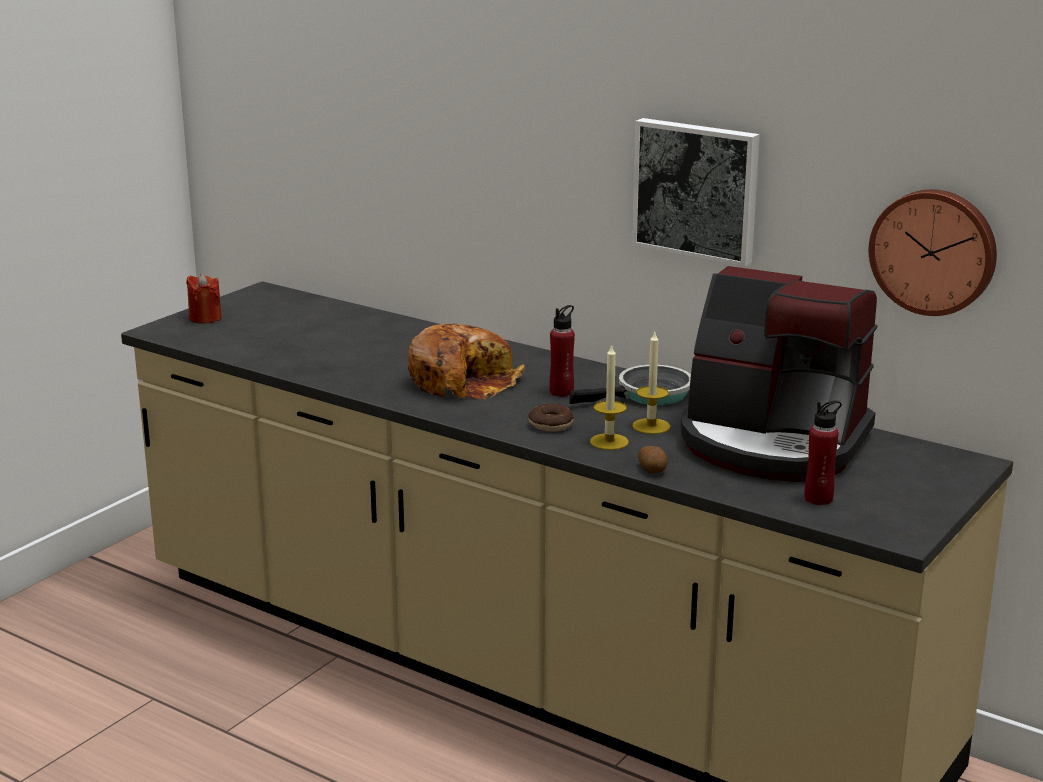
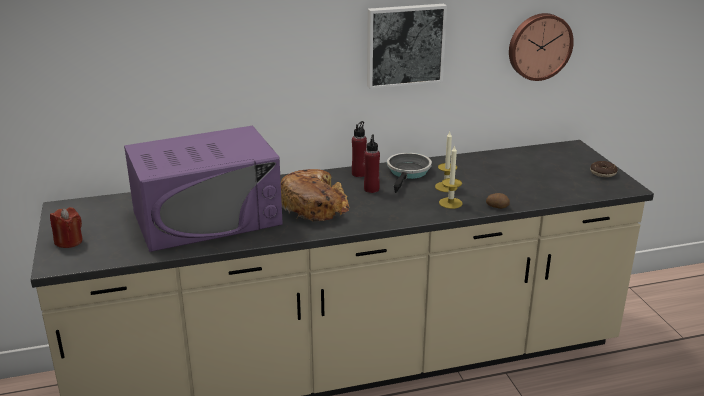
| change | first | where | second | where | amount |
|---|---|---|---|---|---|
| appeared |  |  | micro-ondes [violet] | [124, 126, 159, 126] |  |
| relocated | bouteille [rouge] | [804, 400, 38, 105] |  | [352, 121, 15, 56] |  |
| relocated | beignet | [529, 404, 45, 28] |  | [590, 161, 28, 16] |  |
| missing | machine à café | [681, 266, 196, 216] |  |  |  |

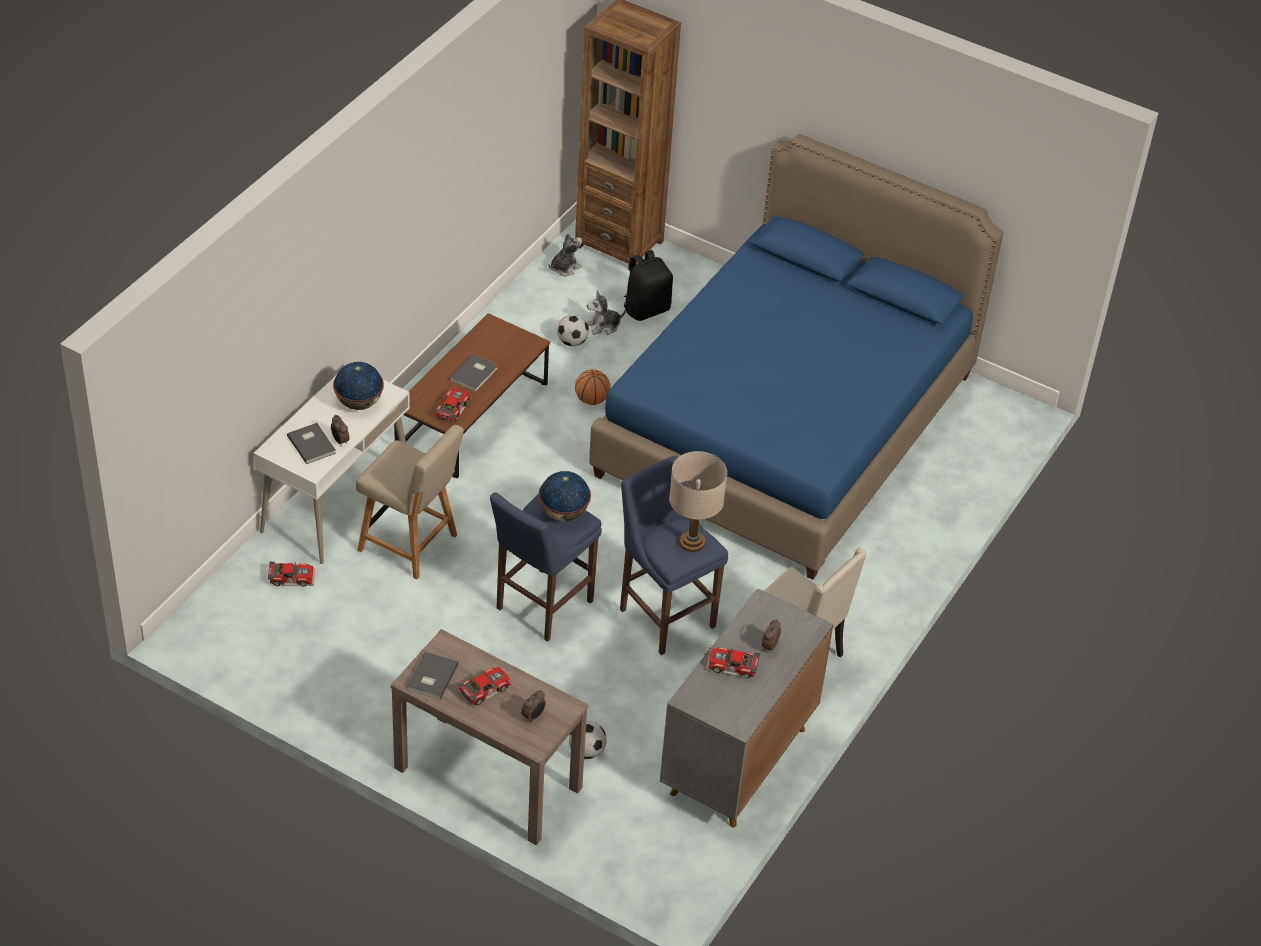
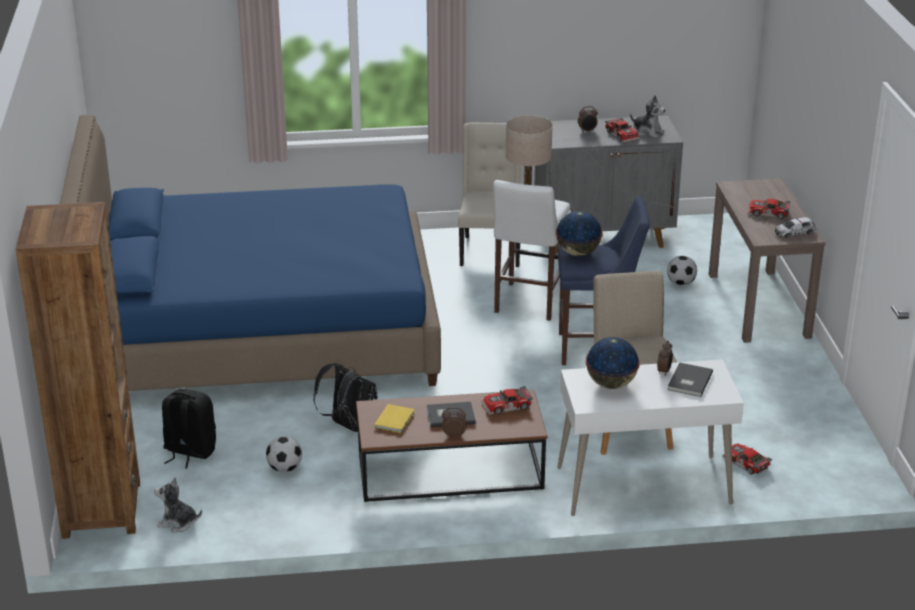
| change | first | where | second | where | amount |
|---|---|---|---|---|---|
| exchanged | ballon de basket | [575, 369, 35, 36] | sac à dos [noir] | [313, 363, 65, 69] |  |
| appeared |  |  | livre [jaune] | [374, 404, 40, 30] |  |
| relocated | réveil | [521, 690, 25, 33] |  | [442, 407, 25, 30] |  |
| colour | tabouret [bleu] | [620, 456, 108, 199] | tabouret [blanc] | [493, 180, 78, 141] |  |
| relocated | peluche | [587, 291, 39, 44] |  | [630, 96, 35, 42] |  |
| exchanged | livre [gris] | [407, 652, 52, 48] | petite voiture | [775, 217, 41, 21] |  |

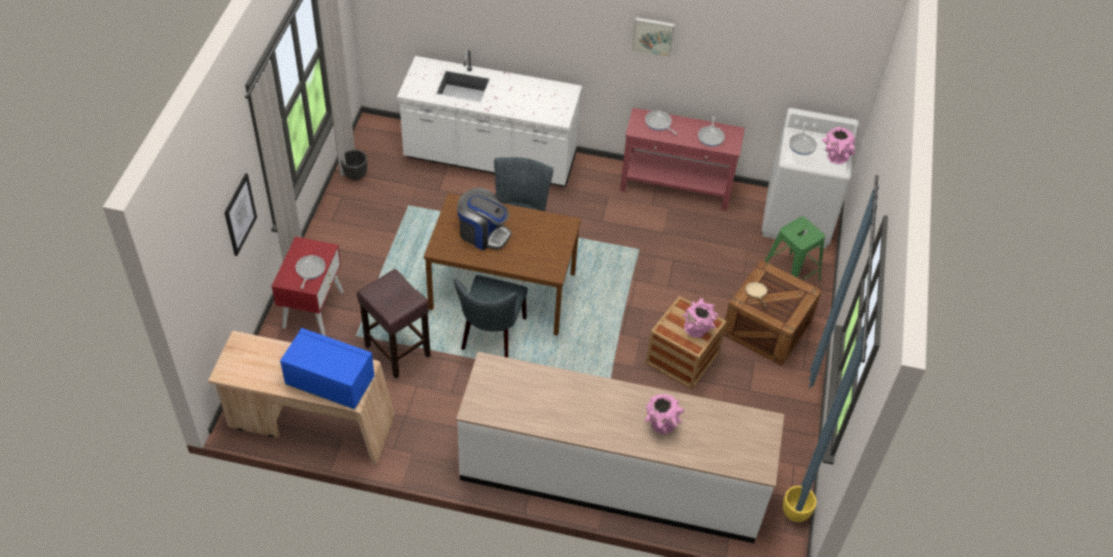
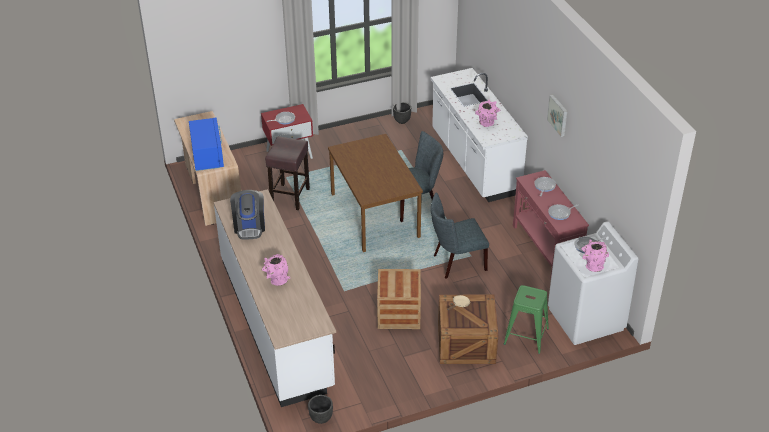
| change | first | where | second | where | amount |
|---|---|---|---|---|---|
| relocated | machine à café | [457, 187, 54, 63] |  | [230, 190, 35, 50] |  |
| colour | cache-pot [jaune] | [783, 486, 34, 36] | cache-pot [noir] | [308, 395, 25, 29] |  |
| relocated | chaise [gris] | [454, 275, 74, 83] |  | [431, 192, 58, 87] |  |
| relocated | vase [rose] | [683, 298, 35, 40] |  | [475, 100, 25, 27] |  |
| missing | tableau | [224, 173, 33, 83] |  |  |  |

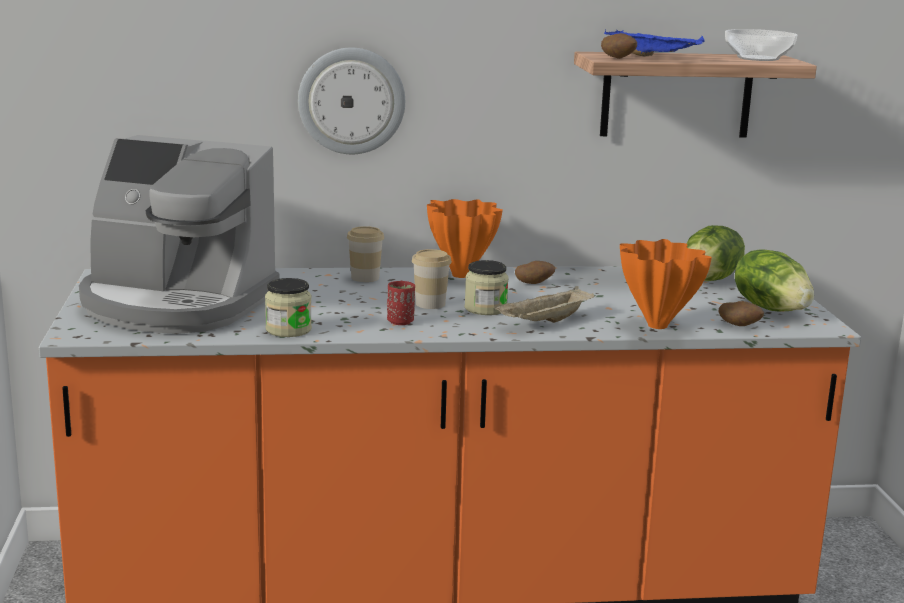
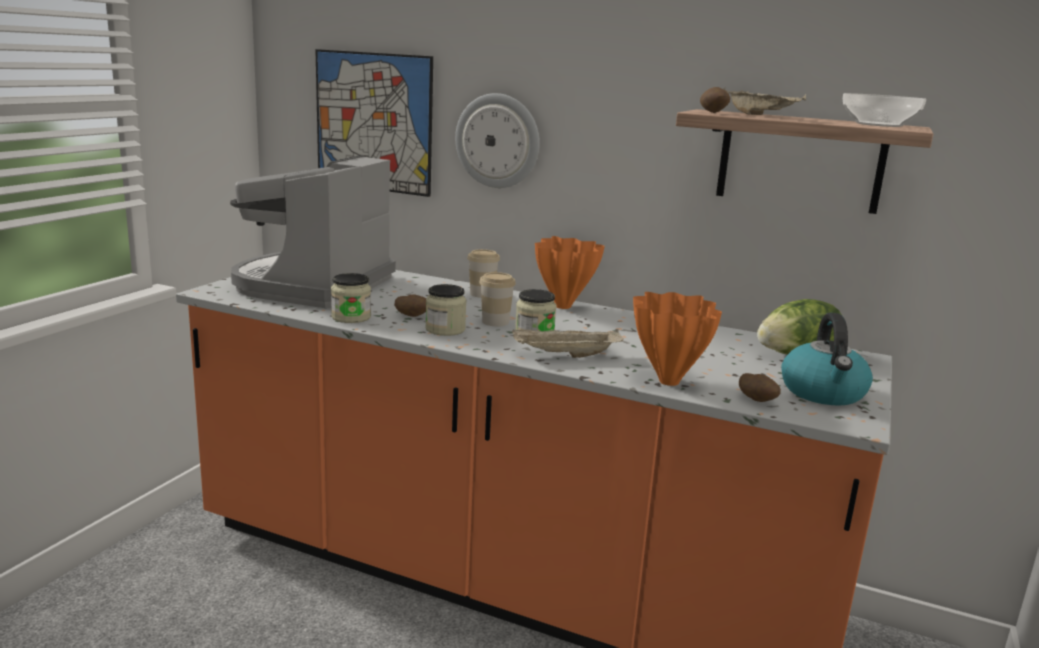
| change | first | where | second | where | amount |
|---|---|---|---|---|---|
| spun | machine à café | [79, 135, 201, 199] |  | [230, 155, 166, 153] | 60 degrees clockwise |
| appeared |  |  | tableau | [315, 49, 118, 148] |  |
| relocated | pomme de terre | [515, 261, 40, 23] |  | [395, 294, 31, 23] |  |
| exchanged | tasse [rouge] | [387, 281, 28, 44] | bocal | [425, 284, 42, 52] |  |
| colour | plateau [bleu] | [604, 30, 101, 27] | plateau [beige] | [724, 88, 82, 27] |  |
| exchanged | laitue | [735, 249, 79, 62] | bouilloire | [781, 313, 92, 93] |  |

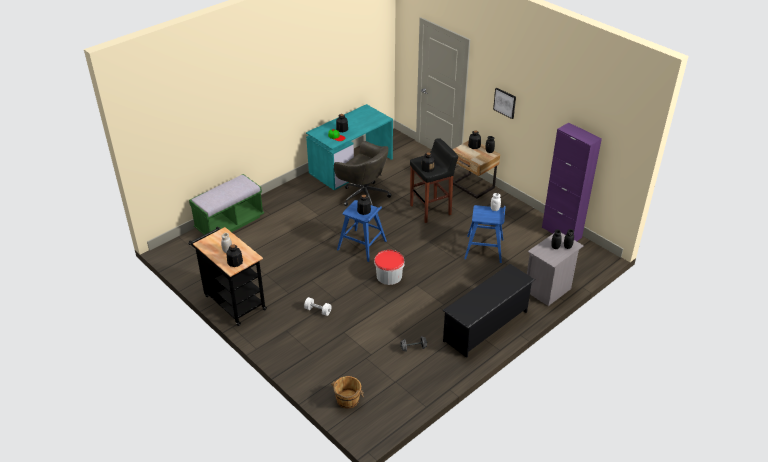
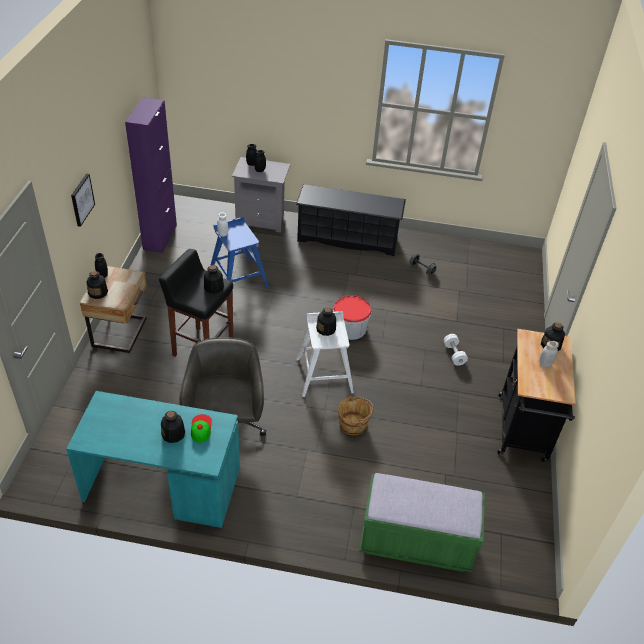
| change | first | where | second | where | amount |
|---|---|---|---|---|---|
| colour | tabouret [bleu] | [337, 200, 50, 62] | tabouret [blanc] | [296, 311, 58, 86] |  |
| relocated | seau [marron] | [331, 376, 33, 32] |  | [338, 396, 36, 39] |  |

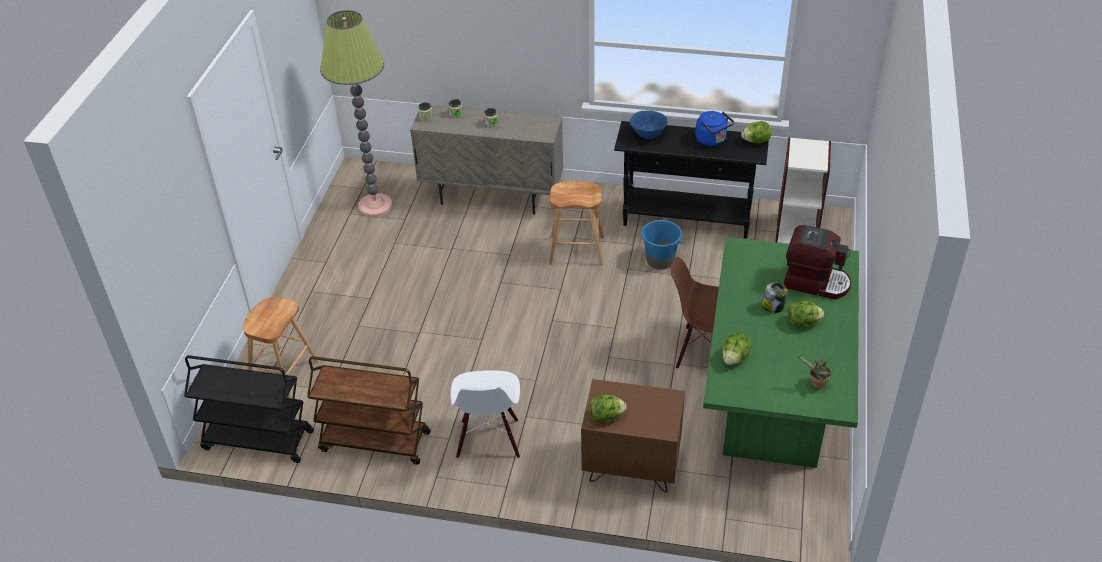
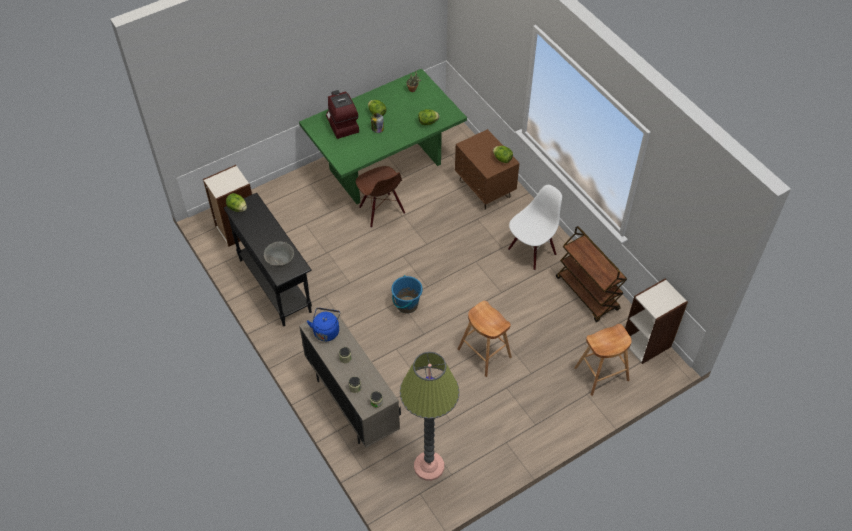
| change | first | where | second | where | amount |
|---|---|---|---|---|---|
| colour | bol [bleu] | [630, 110, 38, 29] | bol [gris] | [264, 242, 30, 26] |  |
| relocated | bouilloire [bleu] | [695, 111, 39, 35] |  | [307, 308, 33, 33] |  |
| relocated | seau [bleu] | [641, 220, 43, 50] |  | [391, 275, 32, 39] |  |
| relocated | tabouret [marron] | [549, 180, 55, 86] |  | [458, 301, 54, 76] |  |
| exchanged | chariot [noir] | [184, 355, 130, 108] | bibliothèque | [625, 279, 63, 85] |  |

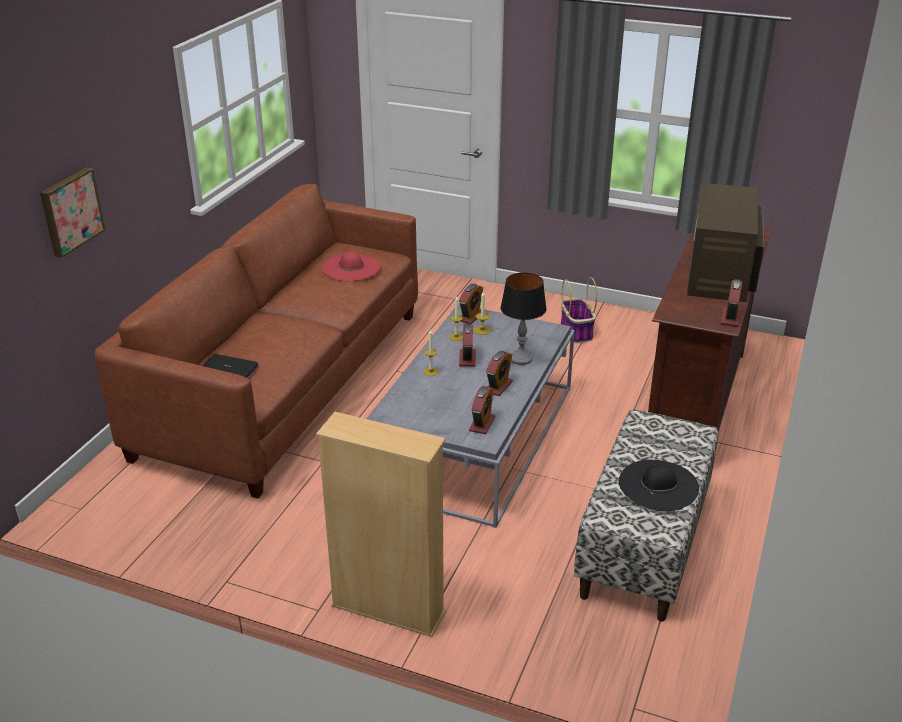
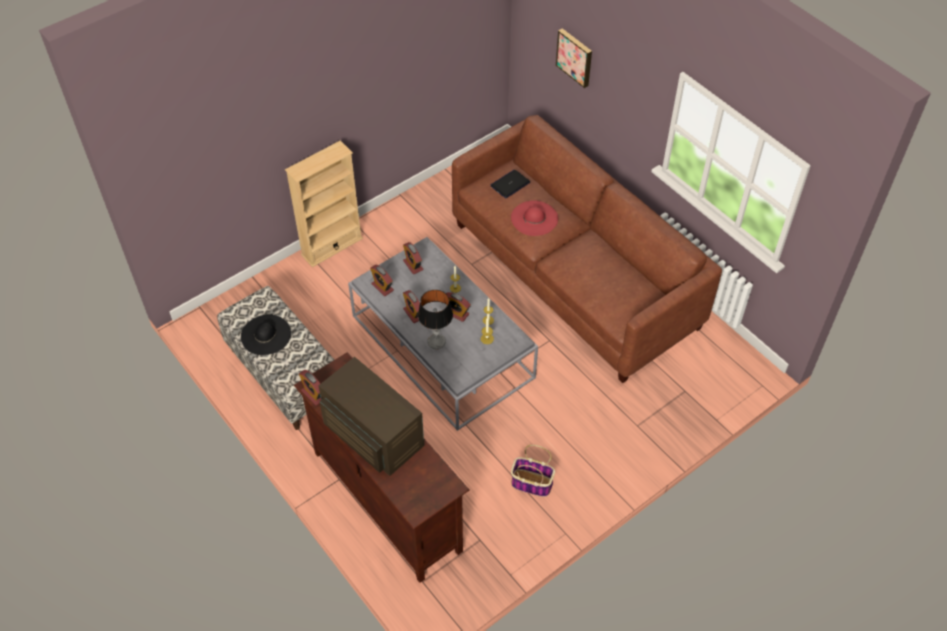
| change | first | where | second | where | amount |
|---|---|---|---|---|---|
| relocated | réveil | [459, 283, 24, 41] |  | [403, 242, 20, 32] |  |
| relocated | chapeau [rouge] | [322, 251, 59, 30] |  | [511, 200, 47, 36] |  |

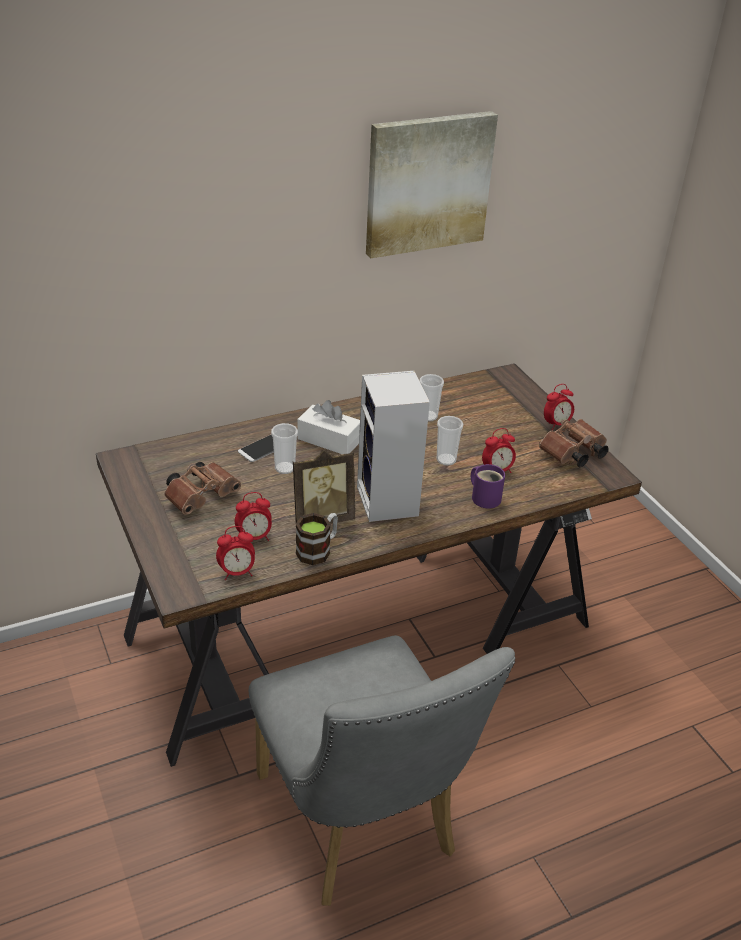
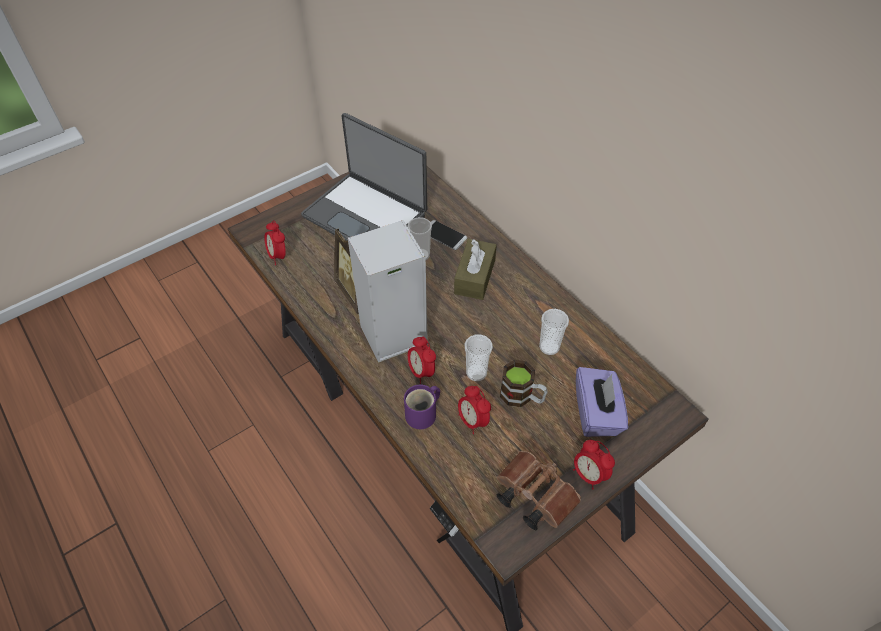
| change | first | where | second | where | amount |
|---|---|---|---|---|---|
| exchanged | jumelles [marron] | [164, 462, 77, 53] | ordinateur portable | [301, 113, 126, 128] |  |
| relocated | réveil | [235, 492, 37, 49] |  | [408, 337, 28, 47] |  |
| colour | boîte à mouchoirs [blanc] | [298, 400, 62, 54] | boîte à mouchoirs [marron] | [454, 239, 43, 61] |  |
| relocated | mug | [296, 513, 42, 52] |  | [500, 360, 48, 47] |  |
| appeared |  |  | boîte à mouchoirs [violet] | [576, 367, 52, 70] |  |
| missing | chaise [gris] | [248, 635, 267, 271] |  |  |  |
| missing | tableau | [366, 111, 132, 147] |  |  |  |

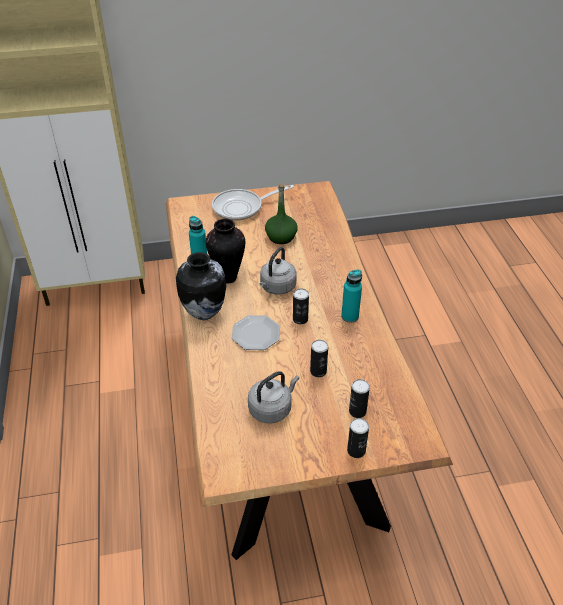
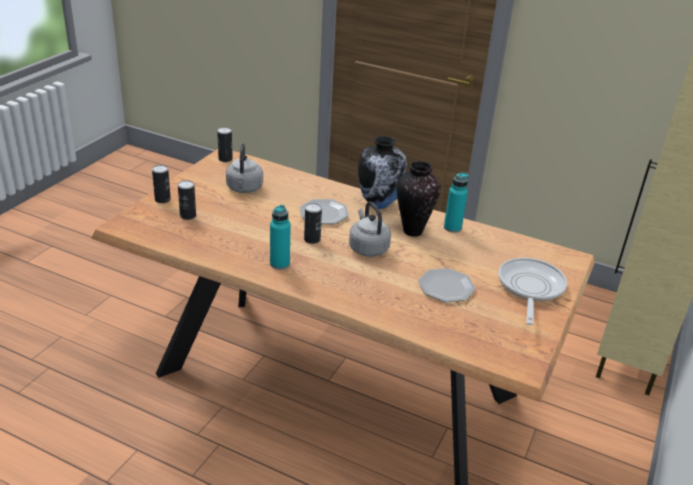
| change | first | where | second | where | amount |
|---|---|---|---|---|---|
| relocated | boîte métallique | [310, 340, 18, 37] |  | [217, 127, 16, 35] |  |
| exchanged | bouteille [vert] | [265, 183, 33, 61] | assiette | [418, 268, 58, 34] |  |

